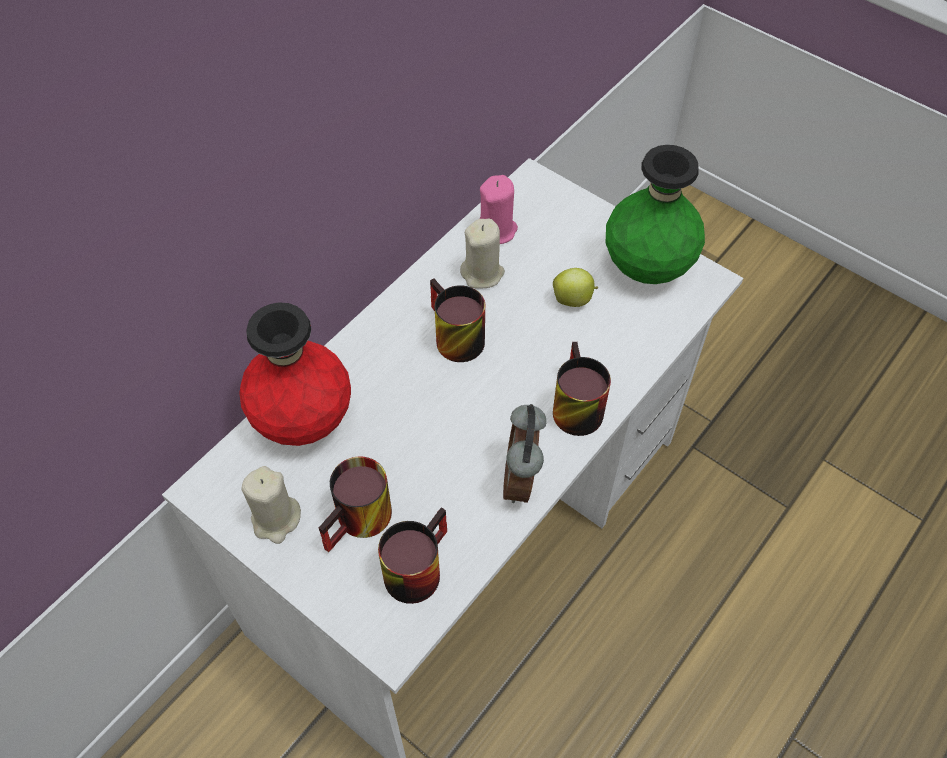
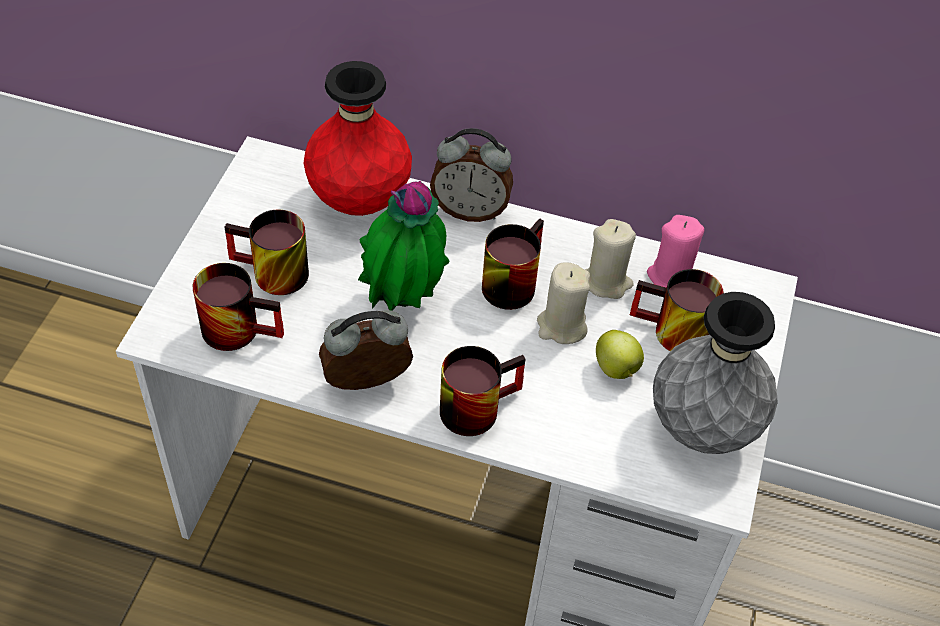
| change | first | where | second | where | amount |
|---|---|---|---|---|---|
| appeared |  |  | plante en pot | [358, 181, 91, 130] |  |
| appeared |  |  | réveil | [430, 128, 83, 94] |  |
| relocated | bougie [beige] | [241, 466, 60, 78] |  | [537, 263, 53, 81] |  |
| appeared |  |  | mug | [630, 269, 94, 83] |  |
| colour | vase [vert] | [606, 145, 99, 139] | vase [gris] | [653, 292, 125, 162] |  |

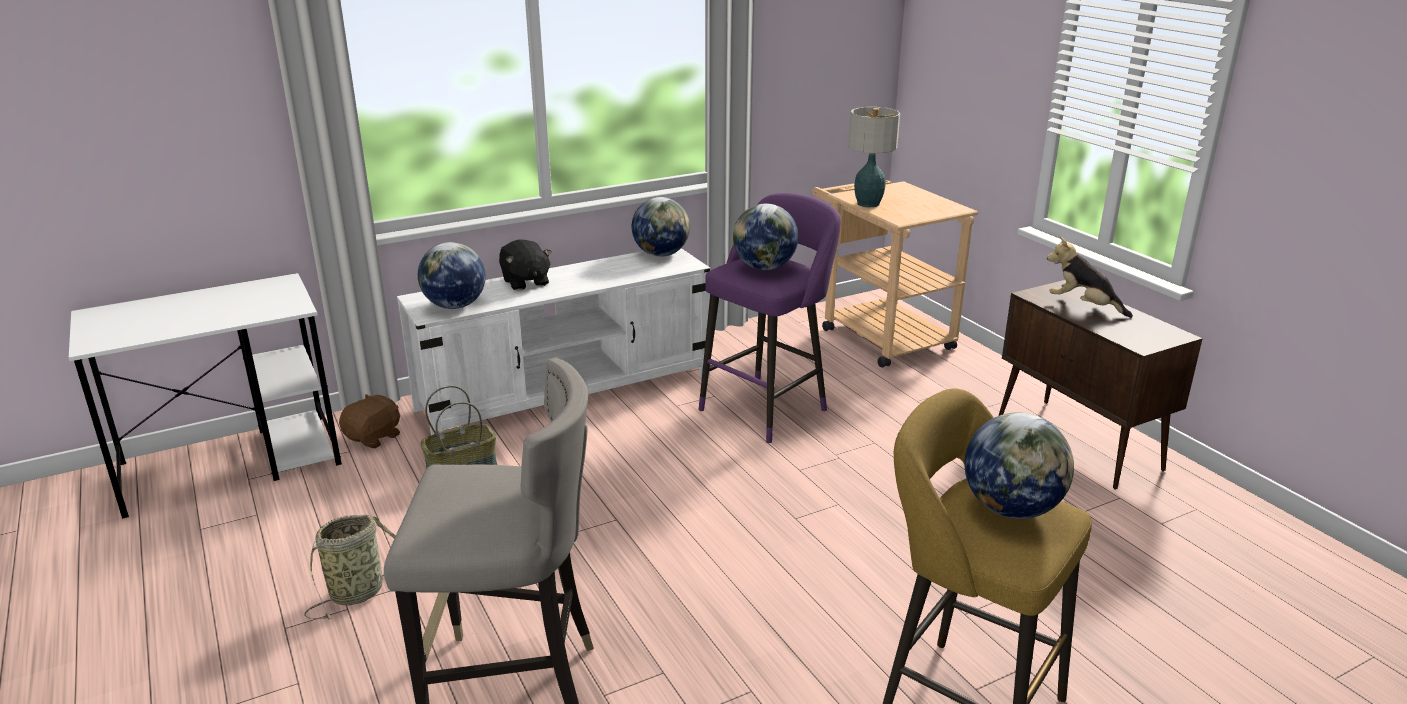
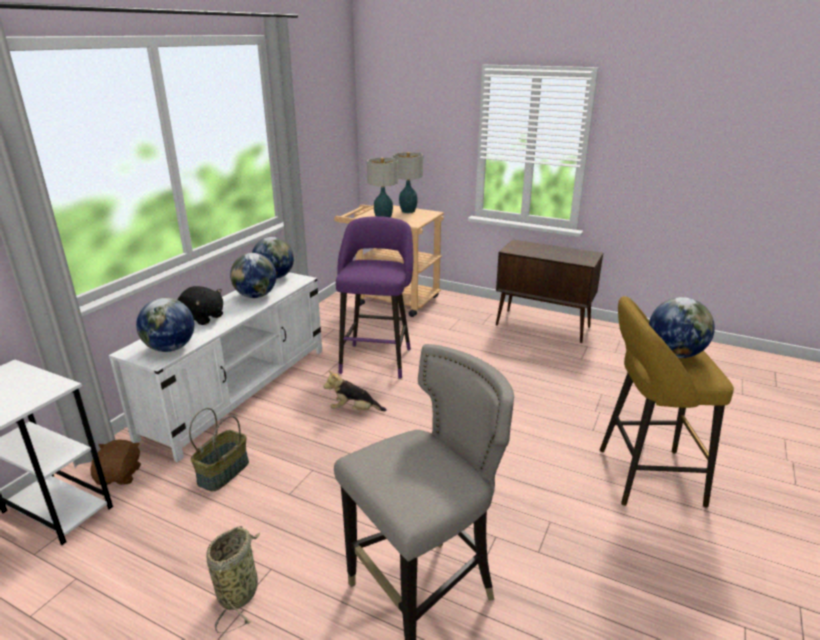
| change | first | where | second | where | amount |
|---|---|---|---|---|---|
| relocated | globe | [733, 203, 65, 67] |  | [230, 253, 46, 45] |  |
| relocated | peluche | [1047, 236, 86, 82] |  | [324, 370, 63, 41] |  |
| appeared |  |  | lampe de table | [393, 152, 30, 61] |  |

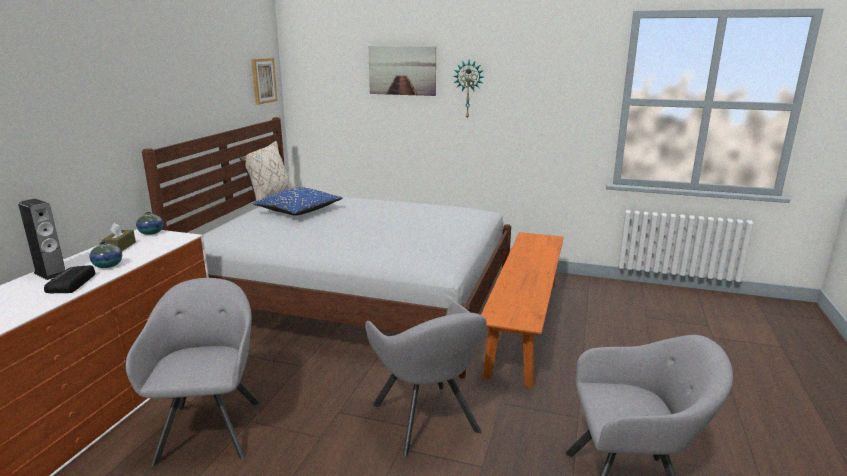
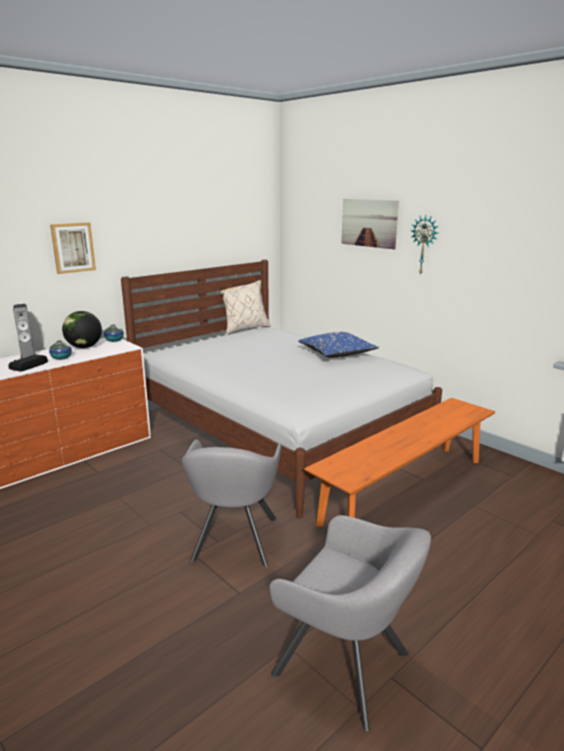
| change | first | where | second | where | amount |
|---|---|---|---|---|---|
| relocated | tableau | [251, 58, 27, 47] |  | [50, 223, 46, 51] |  |
| exchanged | boîte à mouchoirs [marron] | [102, 223, 34, 28] | globe | [62, 311, 40, 37] |  |
| relocated | coussin [bleu] | [253, 187, 90, 28] |  | [298, 332, 81, 26] |  |
| missing | fauteuil [gris] | [126, 278, 134, 189] |  |  |  |

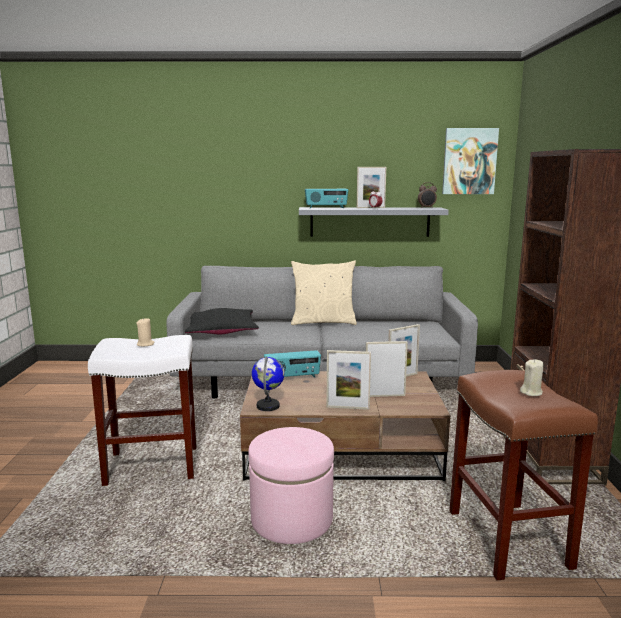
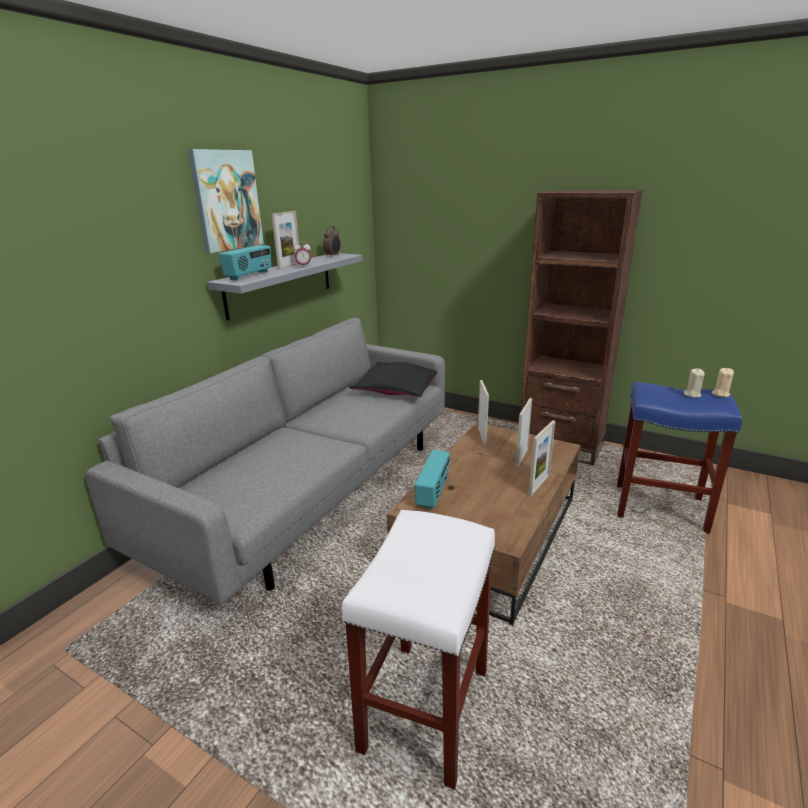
| change | first | where | second | where | amount |
|---|---|---|---|---|---|
| relocated | tableau | [442, 128, 57, 66] |  | [188, 149, 76, 104] |  |
| relocated | coussin [noir] | [185, 308, 74, 26] |  | [349, 362, 88, 35] |  |
| colour | tabouret [marron] | [449, 370, 149, 211] | tabouret [bleu] | [617, 382, 125, 152] |  |
| relocated | bougie [beige] | [136, 318, 19, 29] |  | [712, 368, 22, 29] |  |
| missing | pouf [rose] | [248, 427, 86, 117] |  |  |  |
| missing | globe | [252, 356, 32, 55] |  |  |  |
| missing | coussin [beige] | [291, 260, 66, 65] |  |  |  |

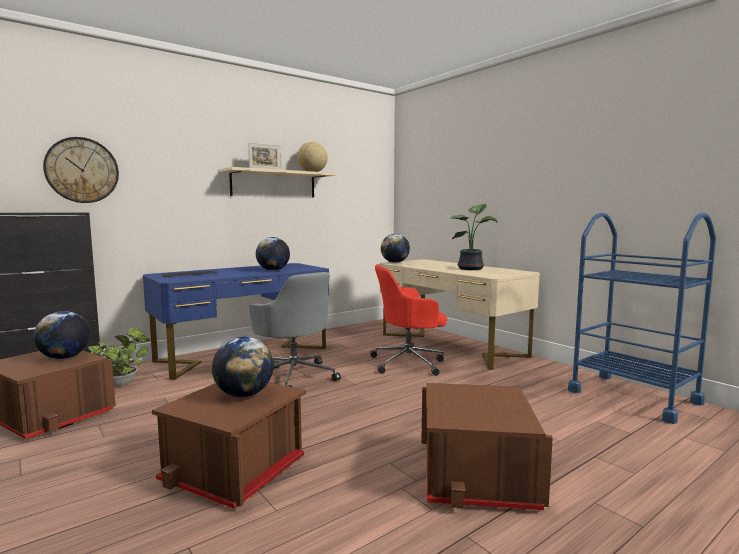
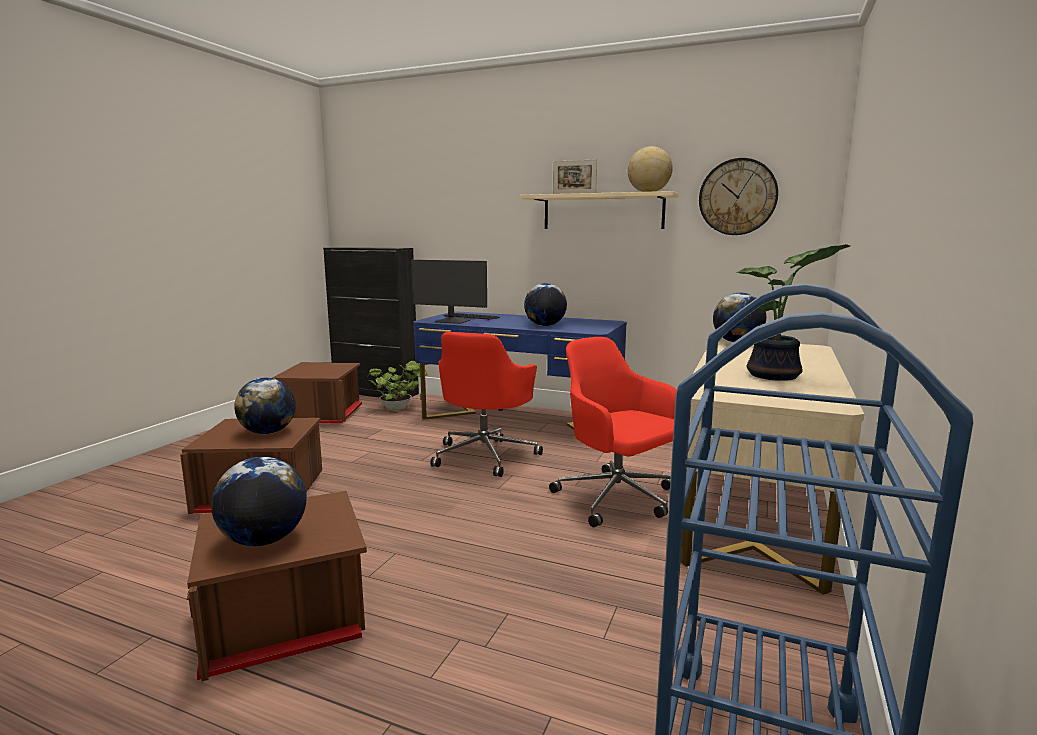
| change | first | where | second | where | amount |
|---|---|---|---|---|---|
| relocated | globe | [33, 311, 57, 48] |  | [211, 457, 96, 89] |  |
| appeared |  |  | écran d'ordinateur | [411, 260, 76, 64] |  |
| colour | chaise de bureau [gris] | [249, 272, 92, 115] | chaise de bureau [rouge] | [430, 332, 113, 145] |  |
| relocated | horloge murale | [43, 137, 76, 66] |  | [699, 158, 79, 77] |  |

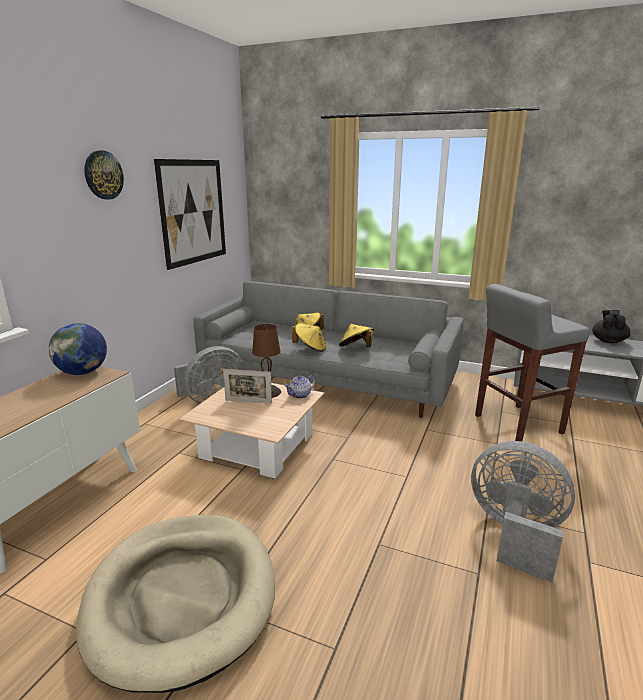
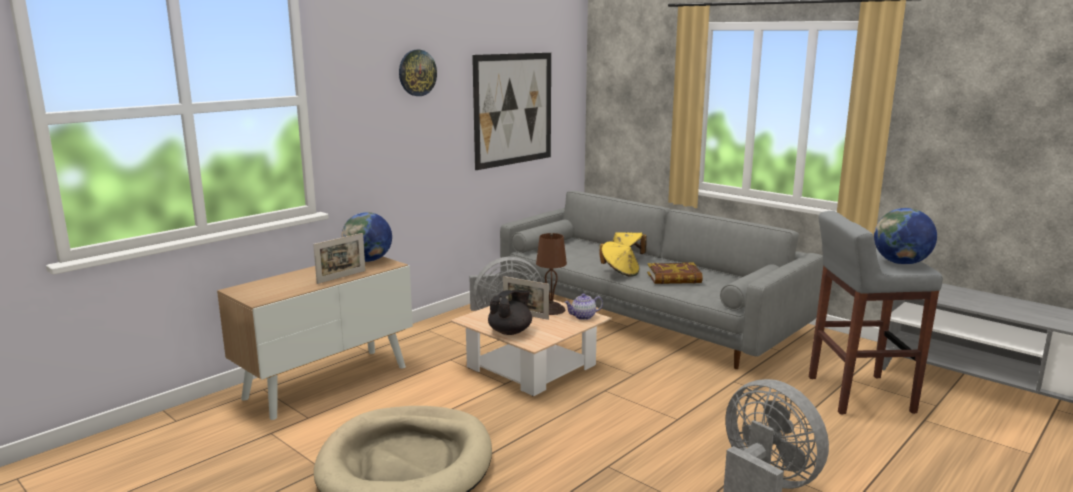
| change | first | where | second | where | amount |
|---|---|---|---|---|---|
| appeared |  |  | cadre photo | [313, 233, 53, 51] |  |
| relocated | théière [noir] | [592, 310, 39, 33] |  | [488, 290, 44, 45] |  |
| exchanged | chapeau [jaune] | [339, 324, 35, 23] | livre | [647, 262, 56, 22] |  |
| appeared |  |  | globe | [874, 208, 63, 57] |  |

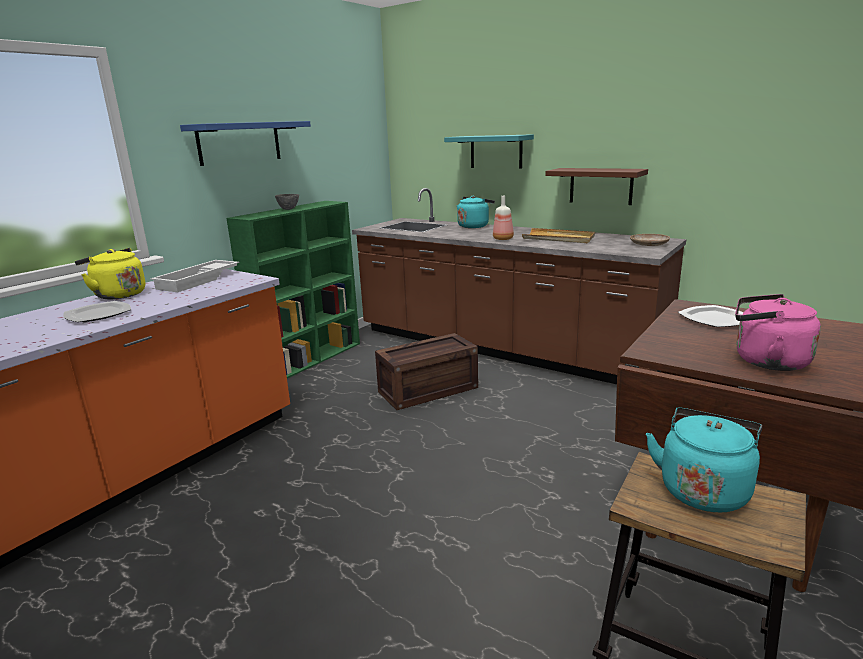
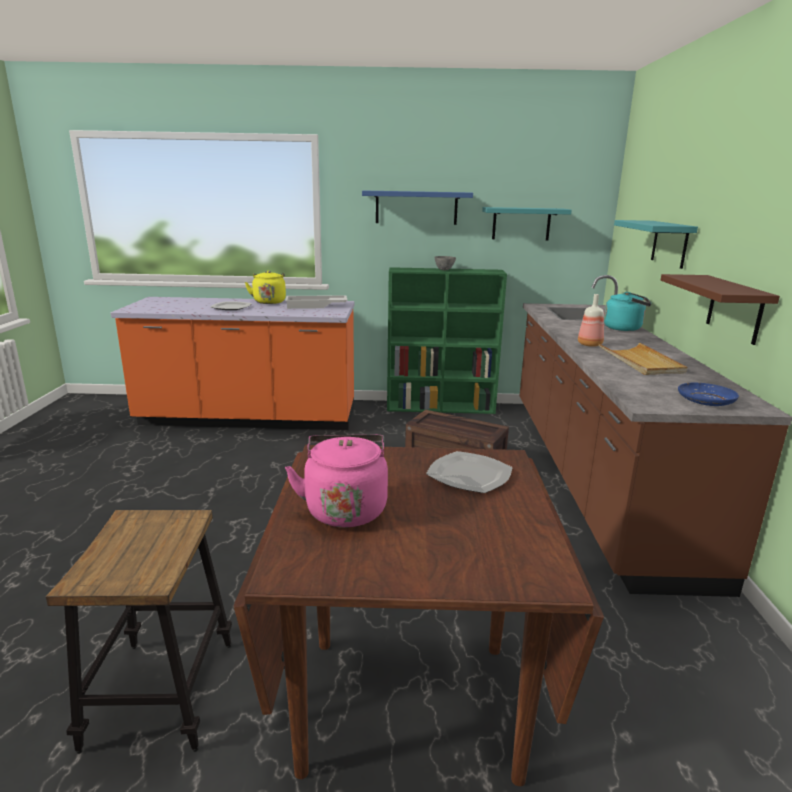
| change | first | where | second | where | amount |
|---|---|---|---|---|---|
| appeared |  |  | étagère [turquoise] | [482, 207, 90, 33] |  |
| colour | assiette [beige] | [630, 234, 40, 12] | assiette [bleu] | [678, 383, 61, 23] |  |
| missing | bouilloire [turquoise] | [646, 407, 116, 105] |  |  |  |

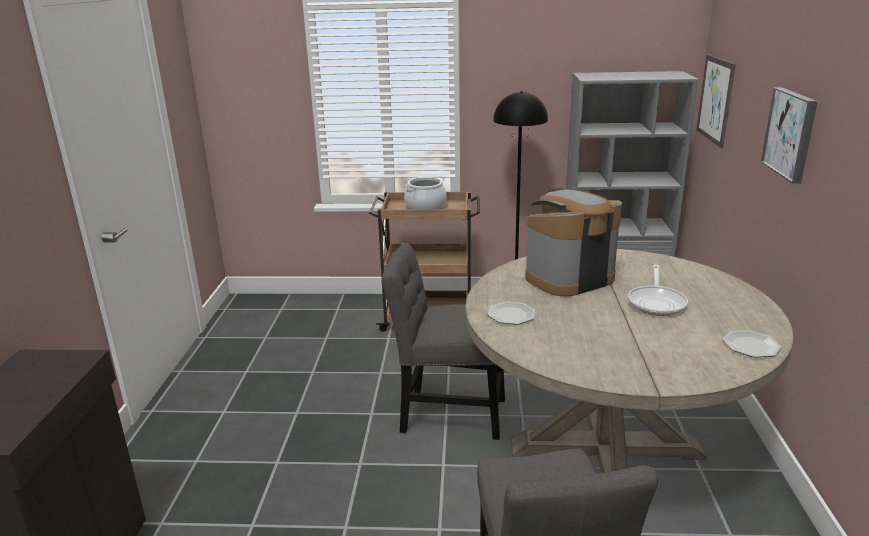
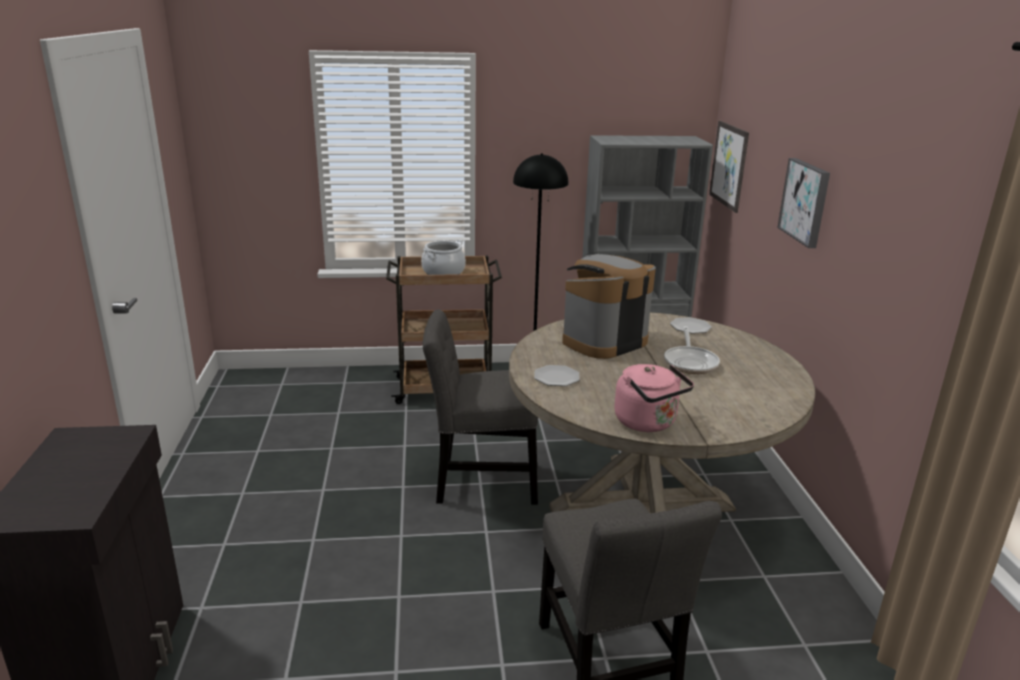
| change | first | where | second | where | amount |
|---|---|---|---|---|---|
| appeared |  |  | bouilloire [rose] | [614, 364, 80, 68] |  |
| relocated | assiette | [723, 330, 58, 28] |  | [670, 317, 42, 17] |  |

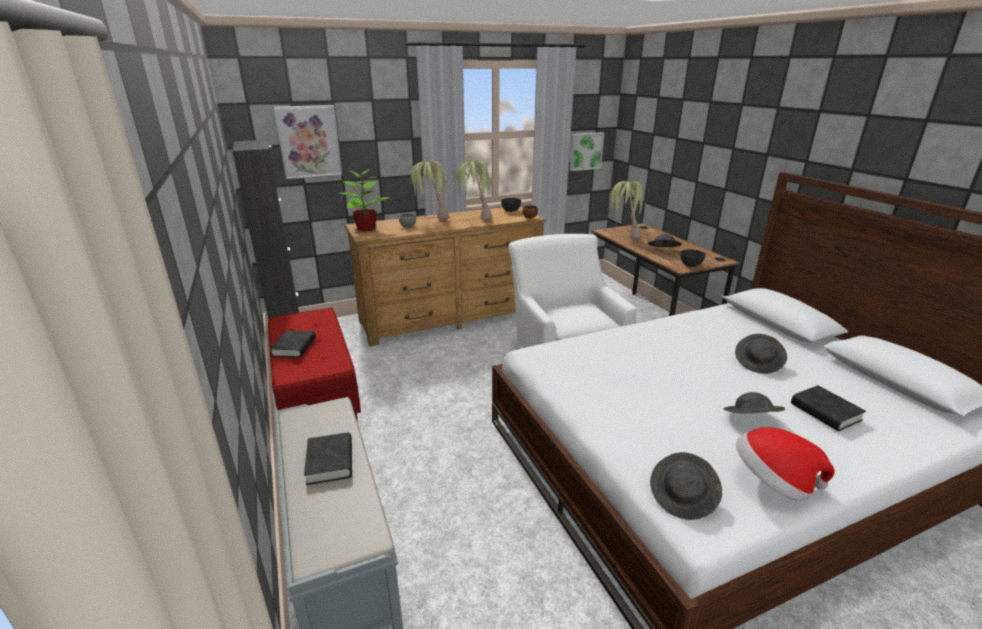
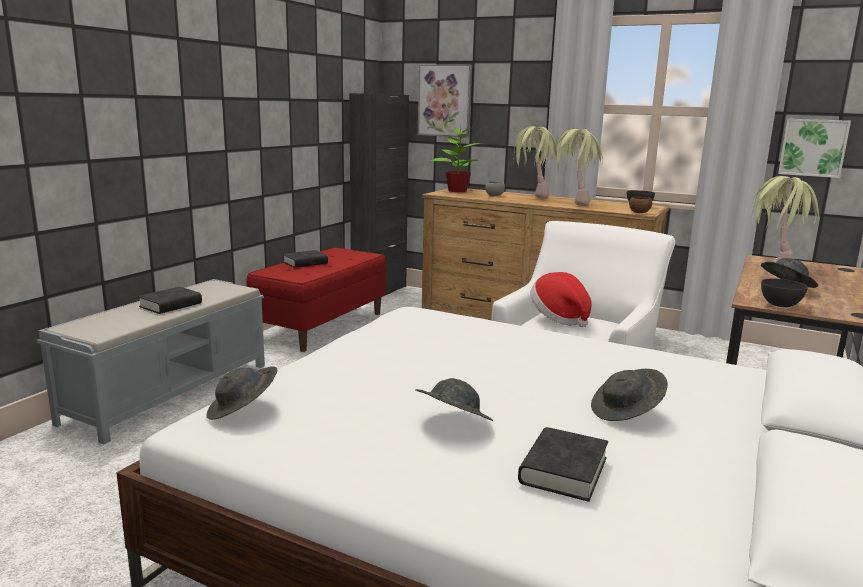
| change | first | where | second | where | amount |
|---|---|---|---|---|---|
| relocated | chapeau | [736, 427, 99, 74] |  | [530, 272, 62, 55] |  |

